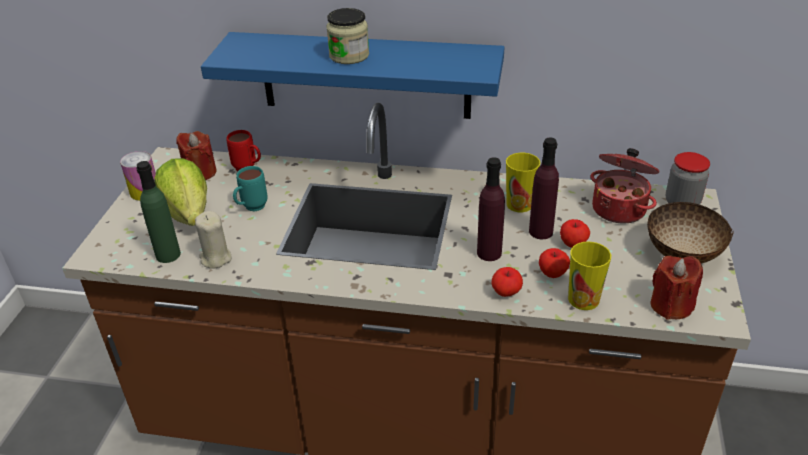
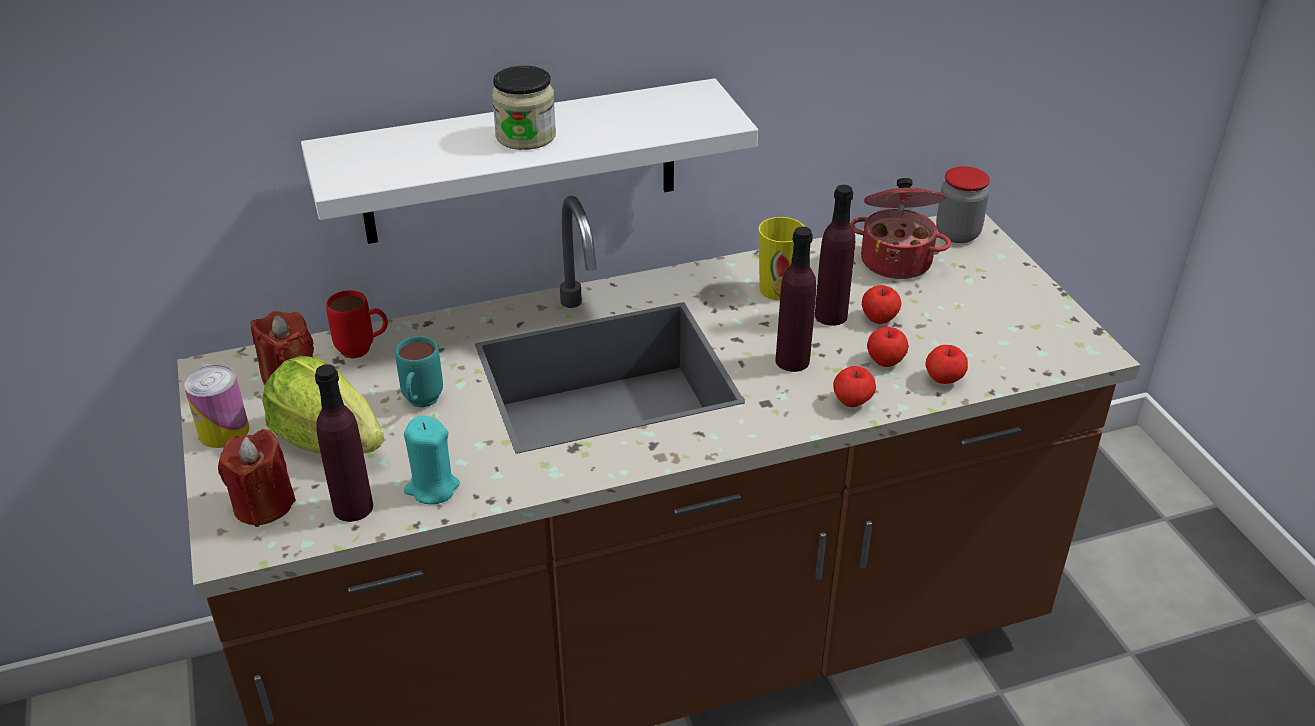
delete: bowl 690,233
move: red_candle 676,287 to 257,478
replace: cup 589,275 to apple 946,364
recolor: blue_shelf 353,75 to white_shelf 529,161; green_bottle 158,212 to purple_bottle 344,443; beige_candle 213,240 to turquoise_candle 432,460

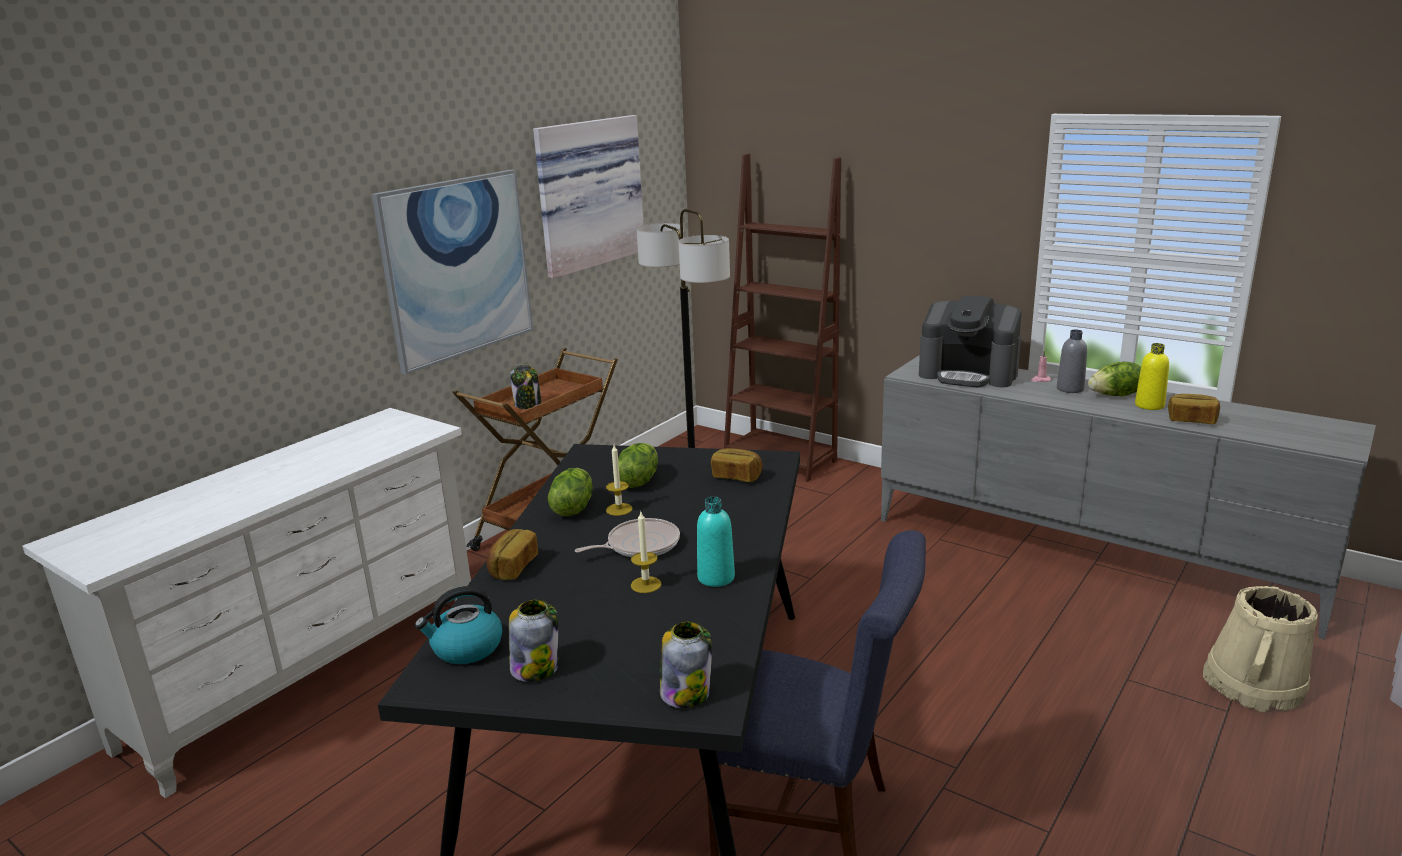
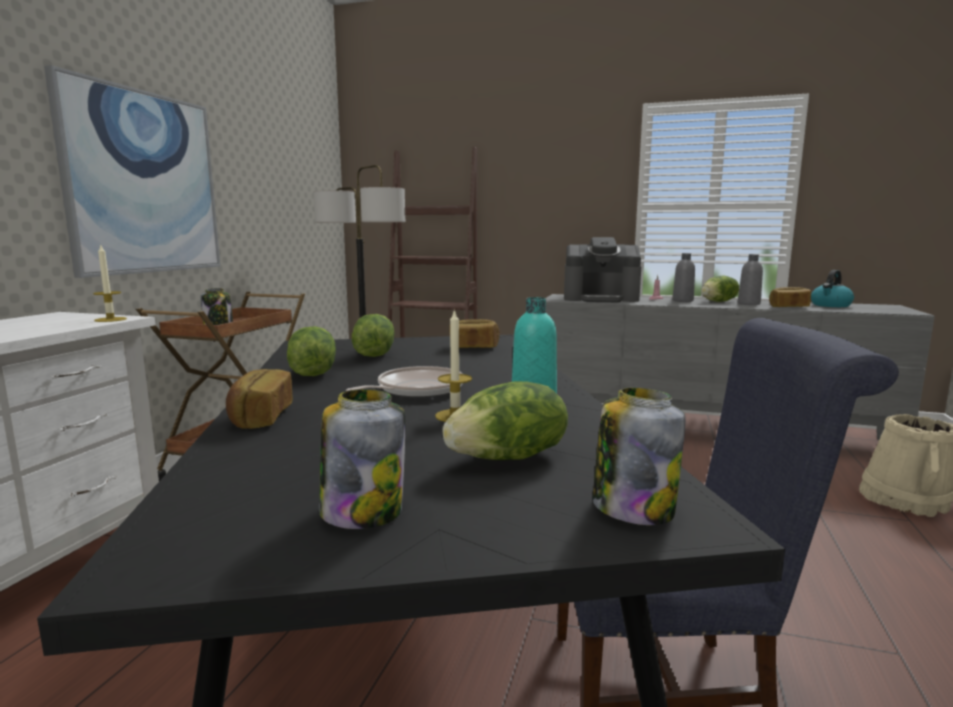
delete: picture 588,197
insert: lettuce 505,420
move: candle 619,480 to 110,283; kettle 458,625 to 832,288
recolor: yellow_bottle 1152,376 to grey_bottle 750,279

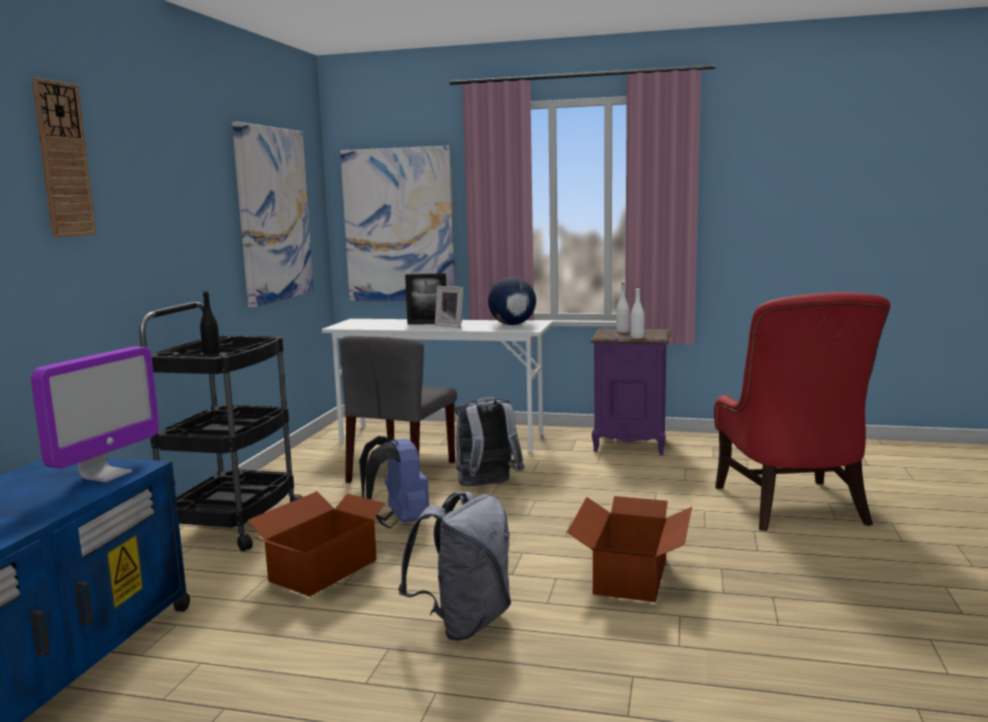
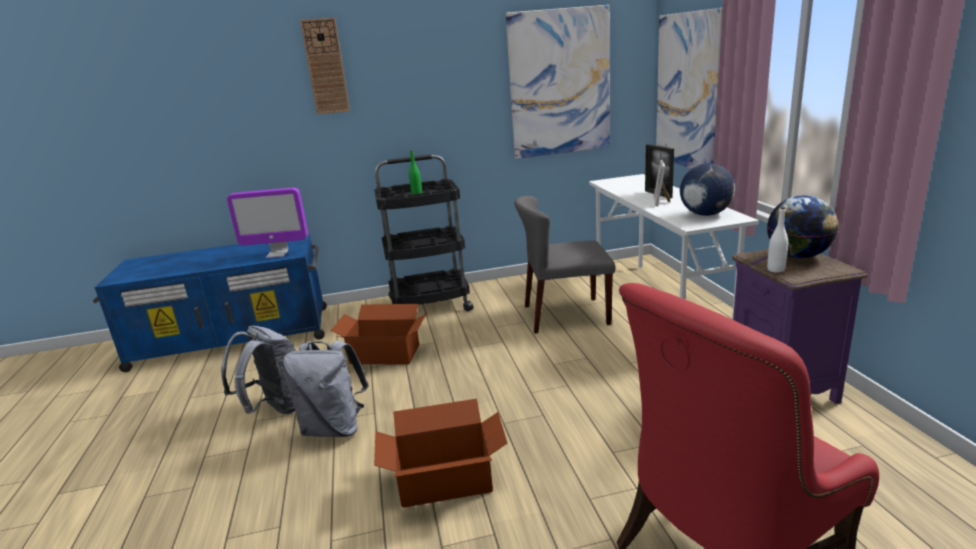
delete: blue_backpack 395,481
move: grey_backpack 490,441 to 258,370
replace: white_bottle 622,308 to globe 802,226
recolor: black_bottle 210,323 to green_bottle 415,172

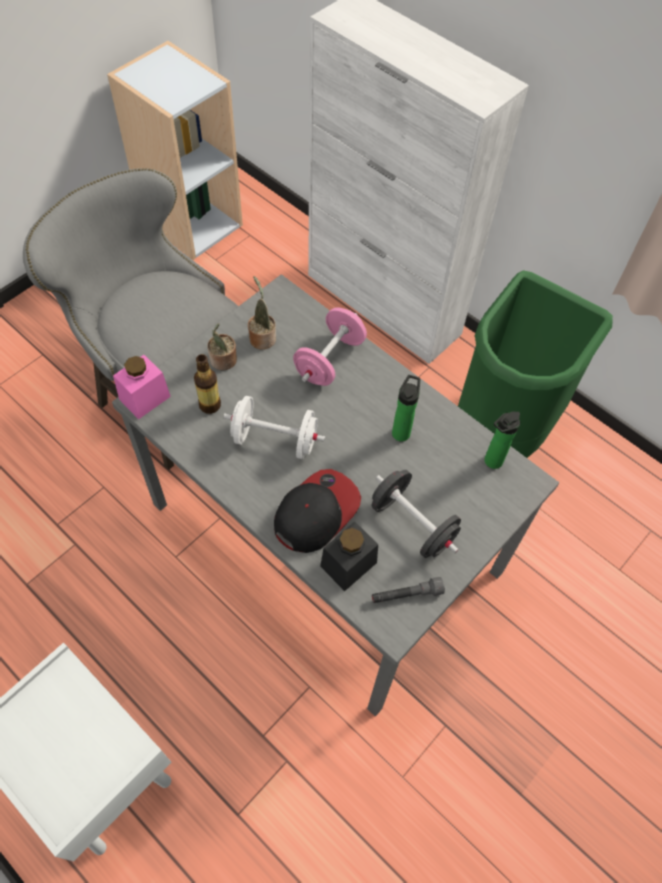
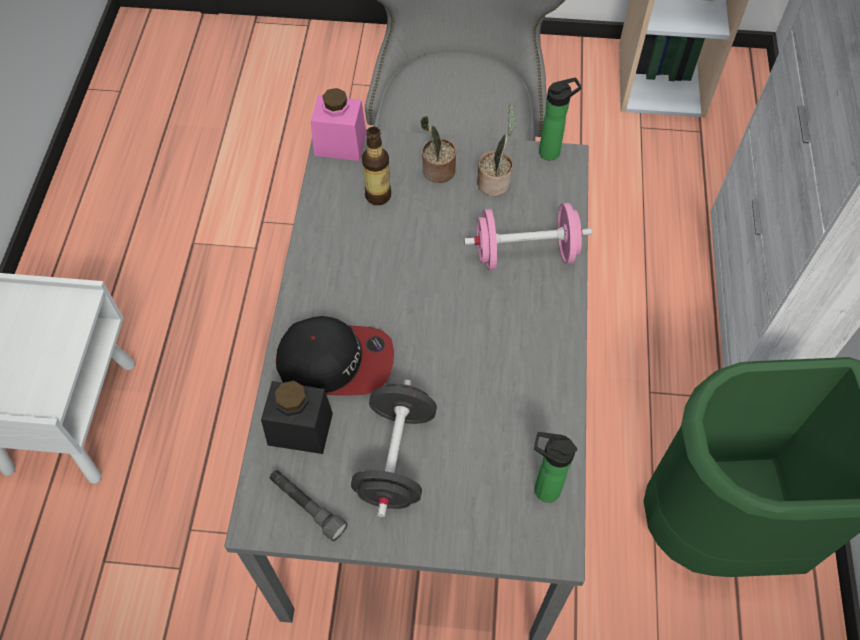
delete: white_dumbbell 274,427
move: bottle 406,408 to 560,119

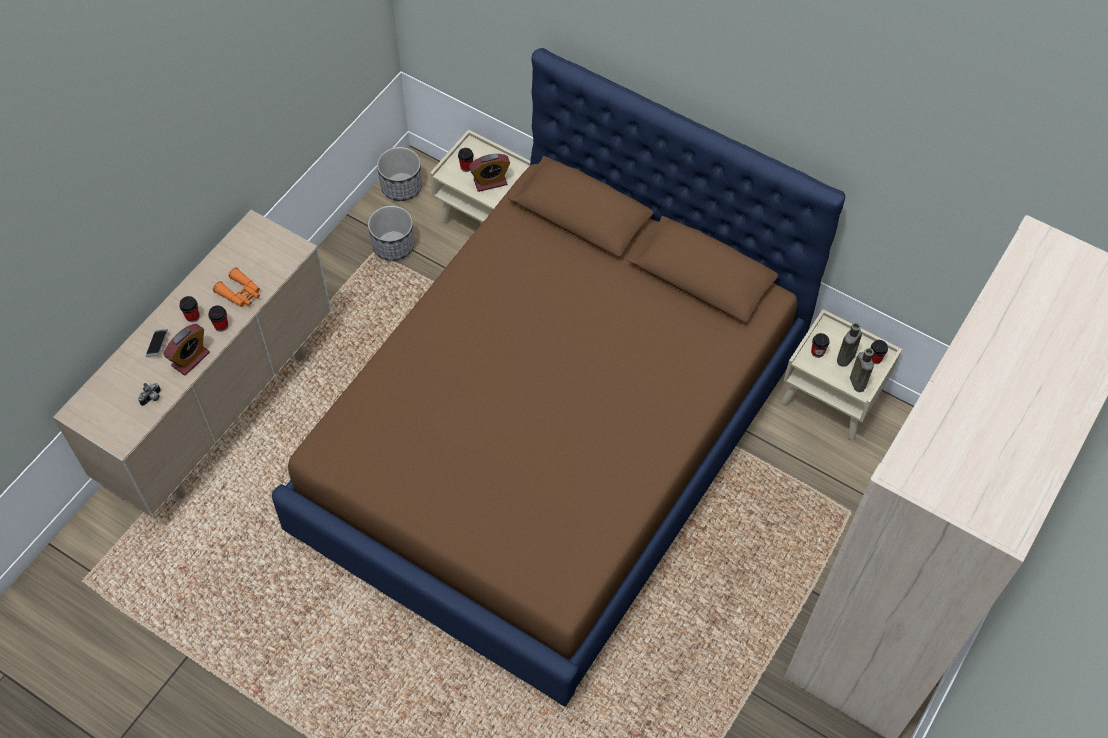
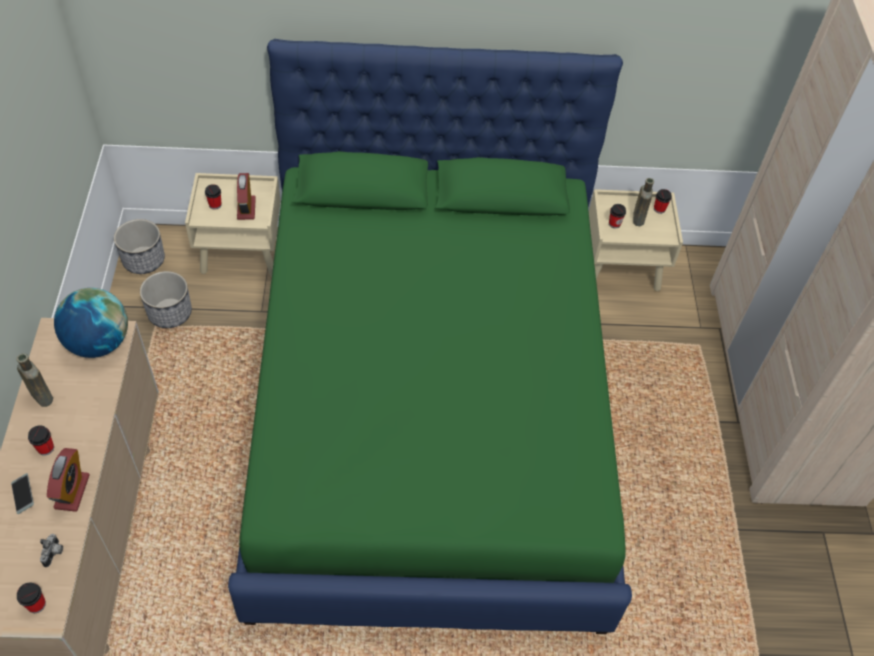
delete: orange_binoculars 236,287
insert: globe 91,323
move: cup 218,319 to 31,598; brown_bottle 862,370 to 35,380
recolor: brown_bed 558,377 to green_bed 430,336
rotate: alarm_clock 489,173 = 246,196 135 degrees clockwise

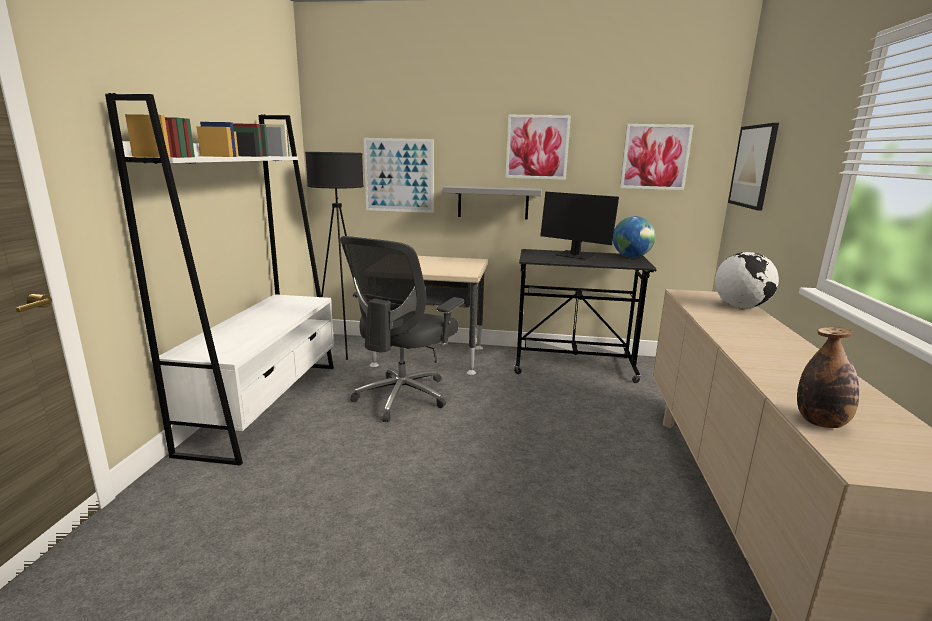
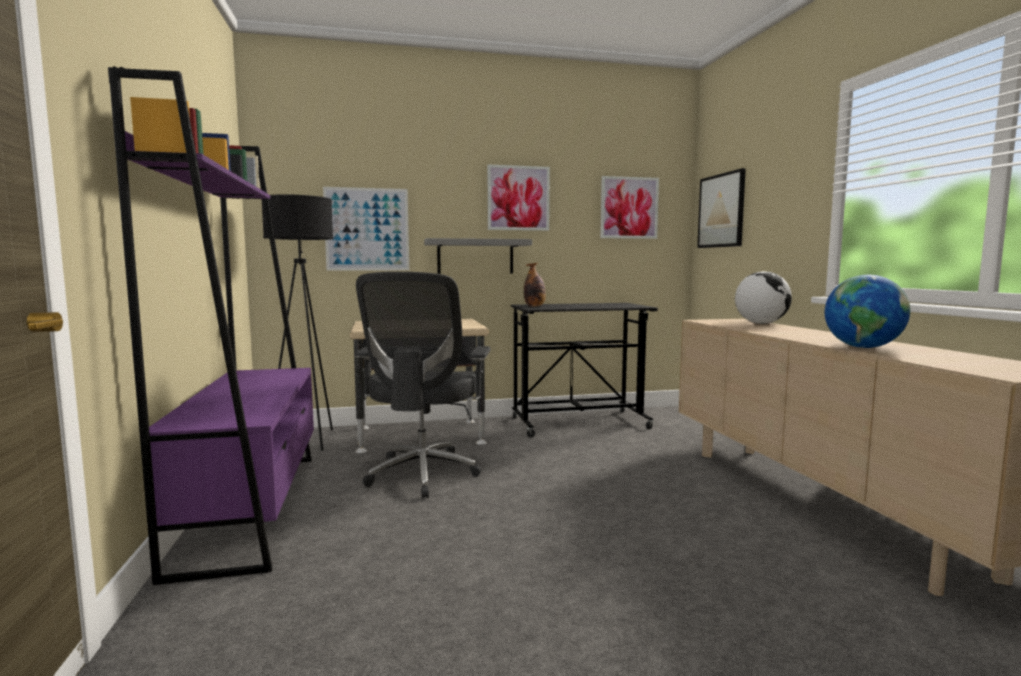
delete: monitor 579,226
move: globe 634,237 to 867,311; bottle 828,377 to 535,285
recolor: white_bookcase 219,279 to purple_bookcase 211,326

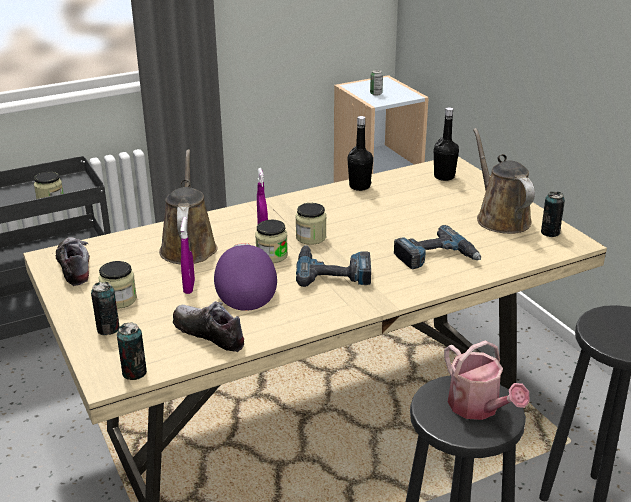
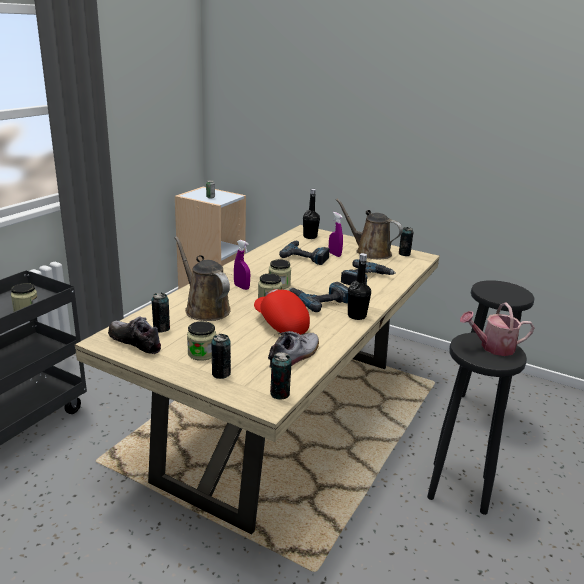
insert: power_drill 304,253; can 161,313
move: black_bottle 360,153 to 359,286; purple_spray_bottle 187,255 to 335,234
recolor: purple_cap 245,277 to red_cap 282,312
rotate: shoe 208,326 = 293,349 120 degrees clockwise; watering_can 487,380 = 497,329 150 degrees clockwise

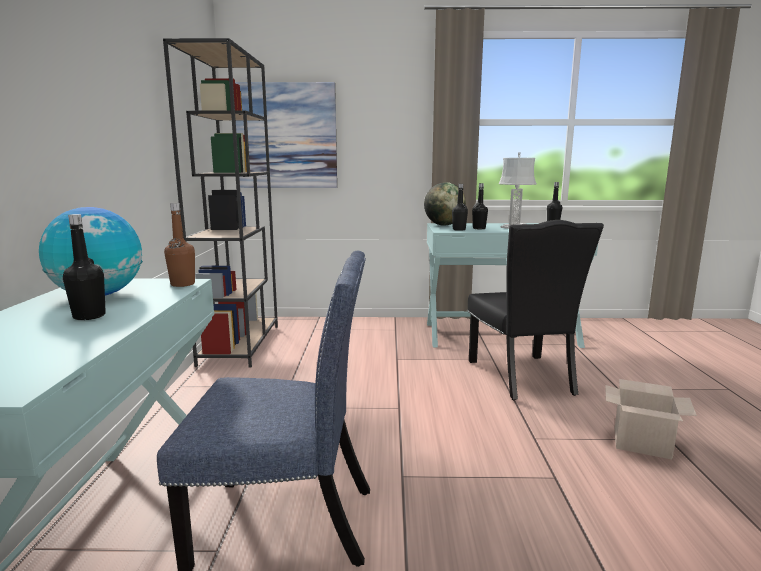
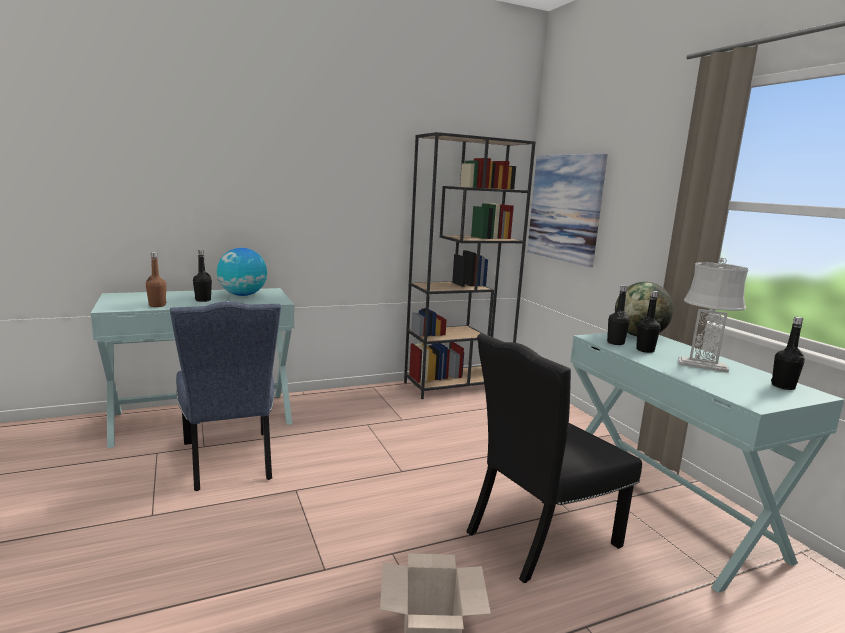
move: brown_bottle 179,245 to 156,279

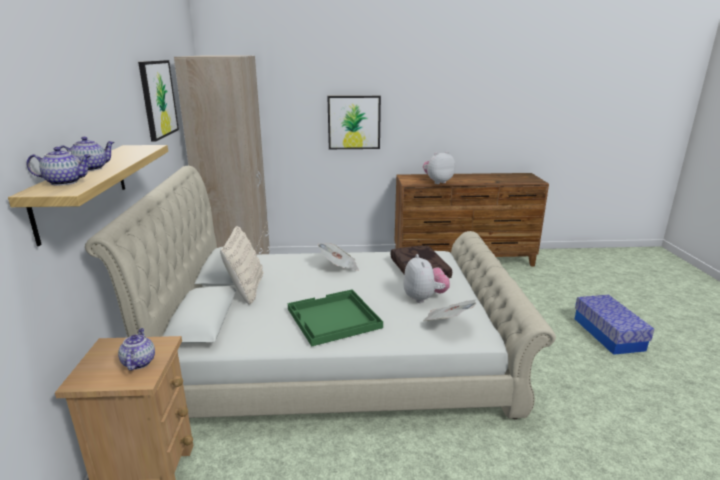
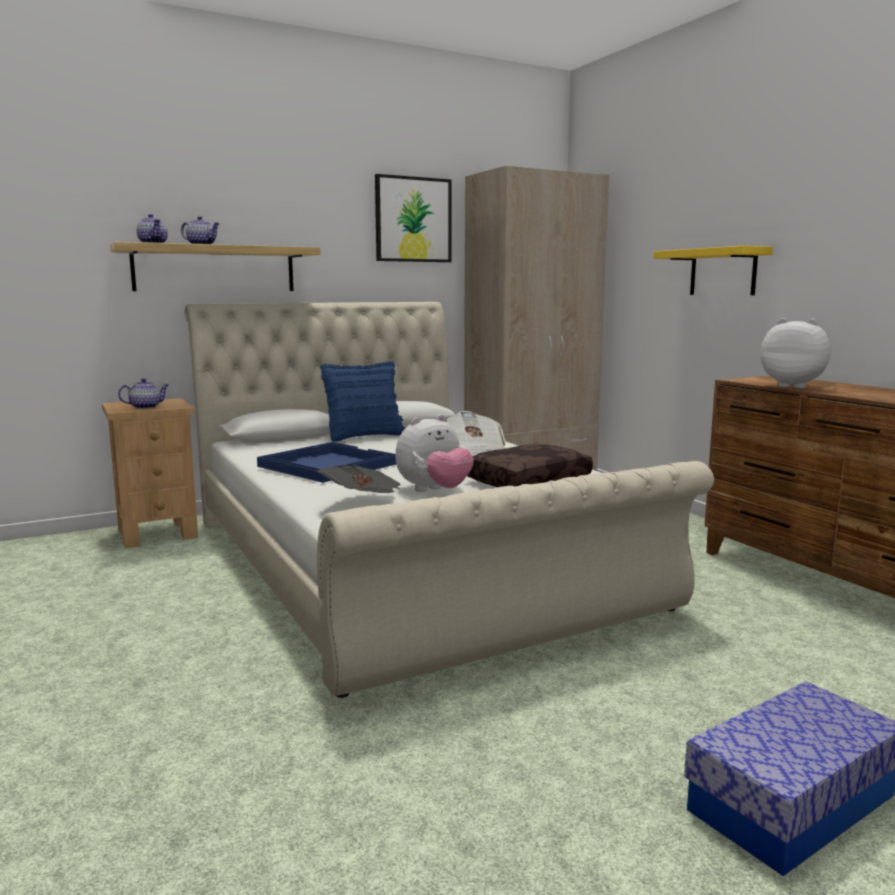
replace: picture 354,122 to yellow_shelf 713,270
recolor: beige_pillow 242,265 to blue_pillow 362,402; green_tray 335,317 to blue_tray 326,462

